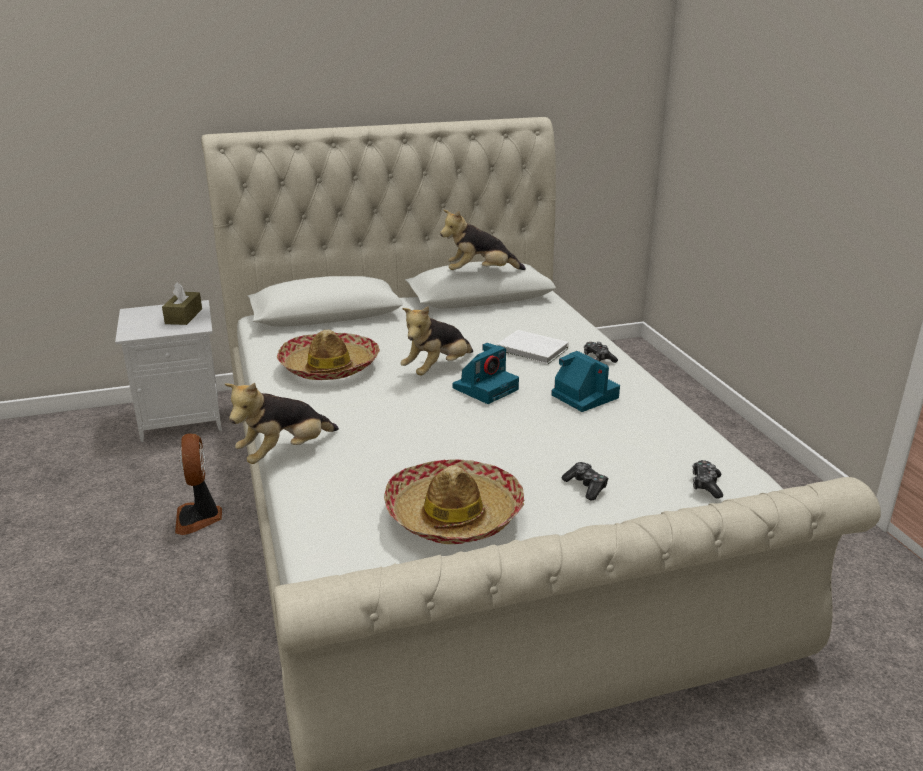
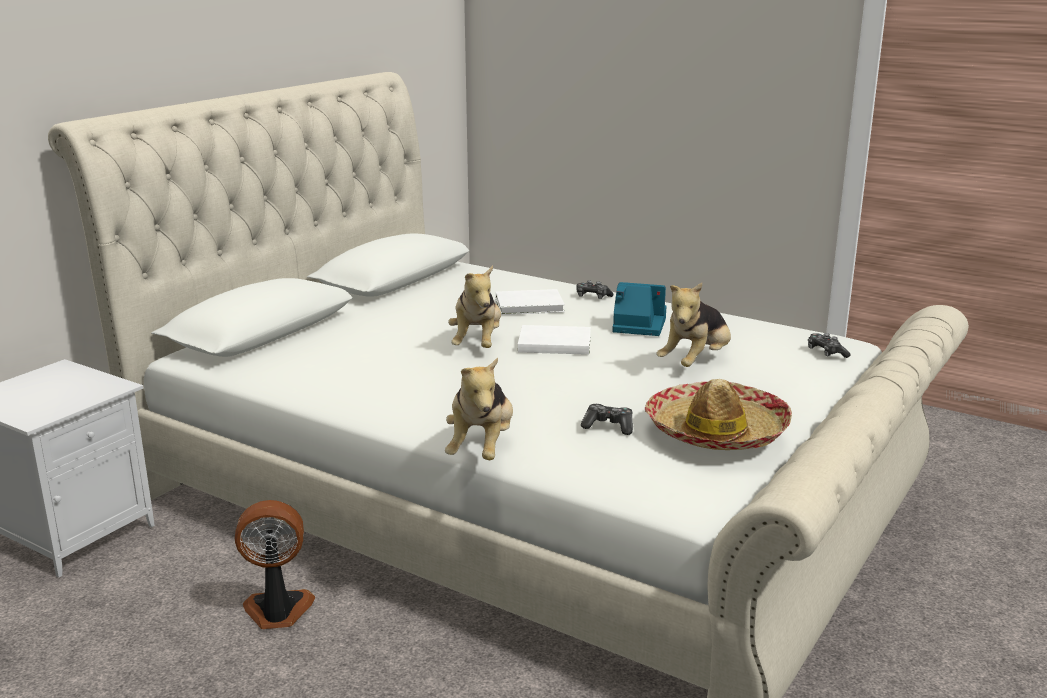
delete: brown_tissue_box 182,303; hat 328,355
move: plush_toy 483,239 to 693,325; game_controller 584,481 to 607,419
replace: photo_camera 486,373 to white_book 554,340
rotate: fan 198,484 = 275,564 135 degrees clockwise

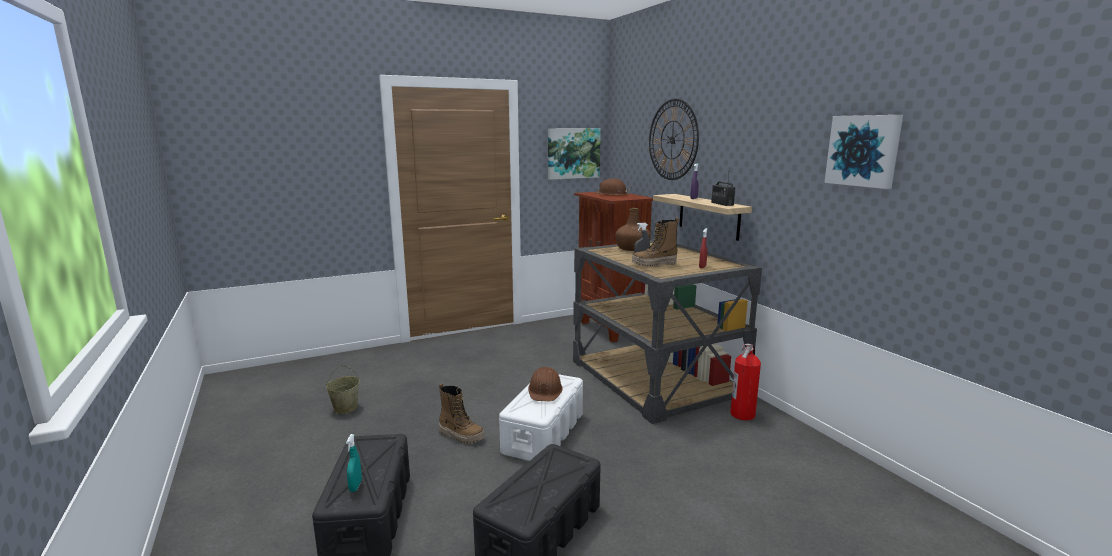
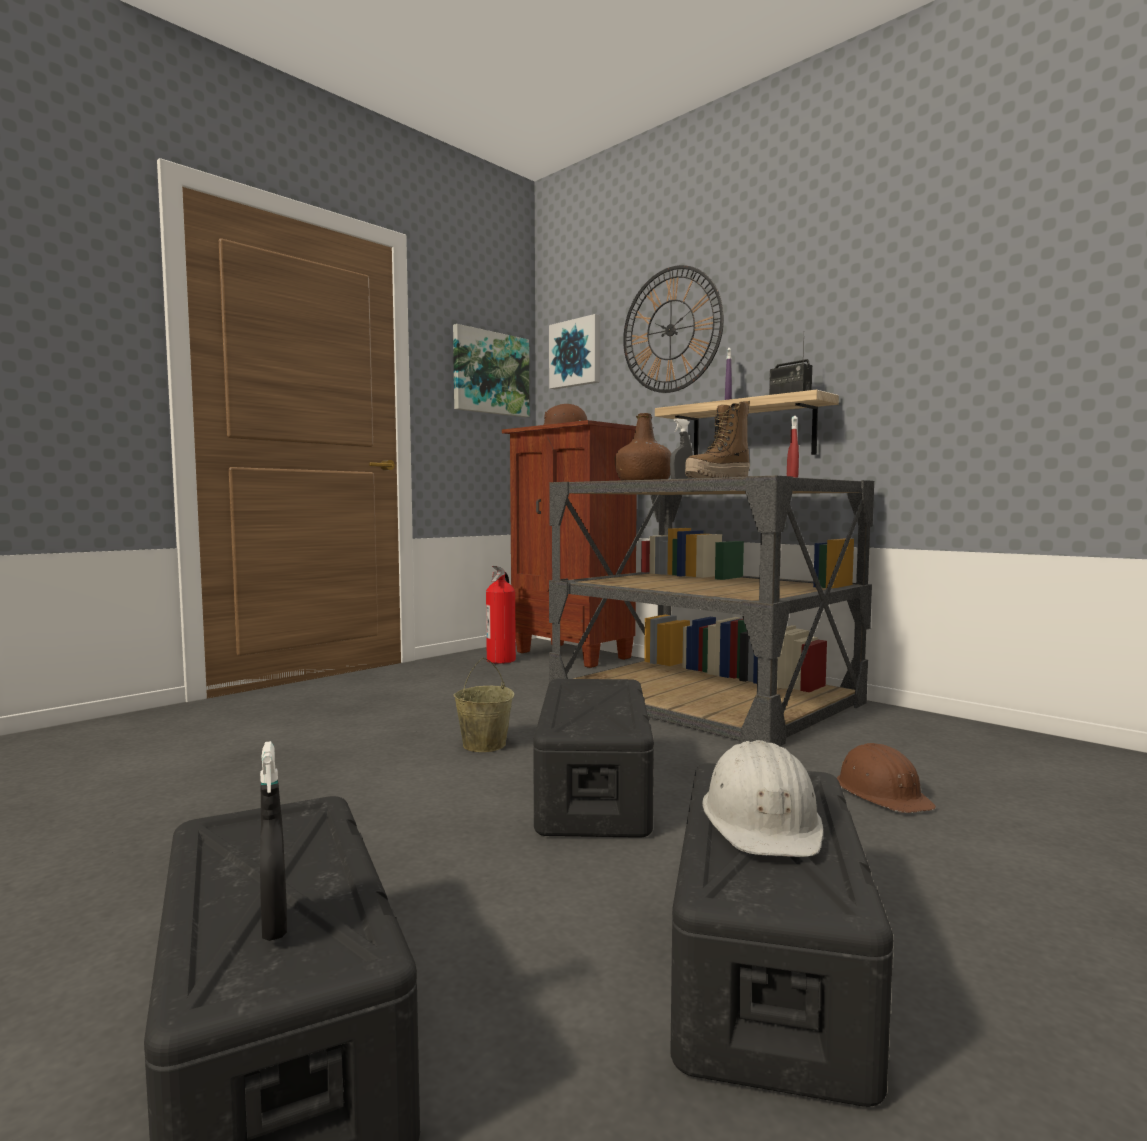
delete: boot 462,413
insert: white_hard_hat 762,797
move: picture 863,152 to 574,351; fire_extinguisher 745,382 to 501,615; beige_bucket 343,389 to 483,705; brown_hard_hat 545,384 to 886,778
recolor: white_storage_box 541,417 to black_storage_box 593,758; turquoise_spray_bottle 354,463 to black_spray_bottle 273,841

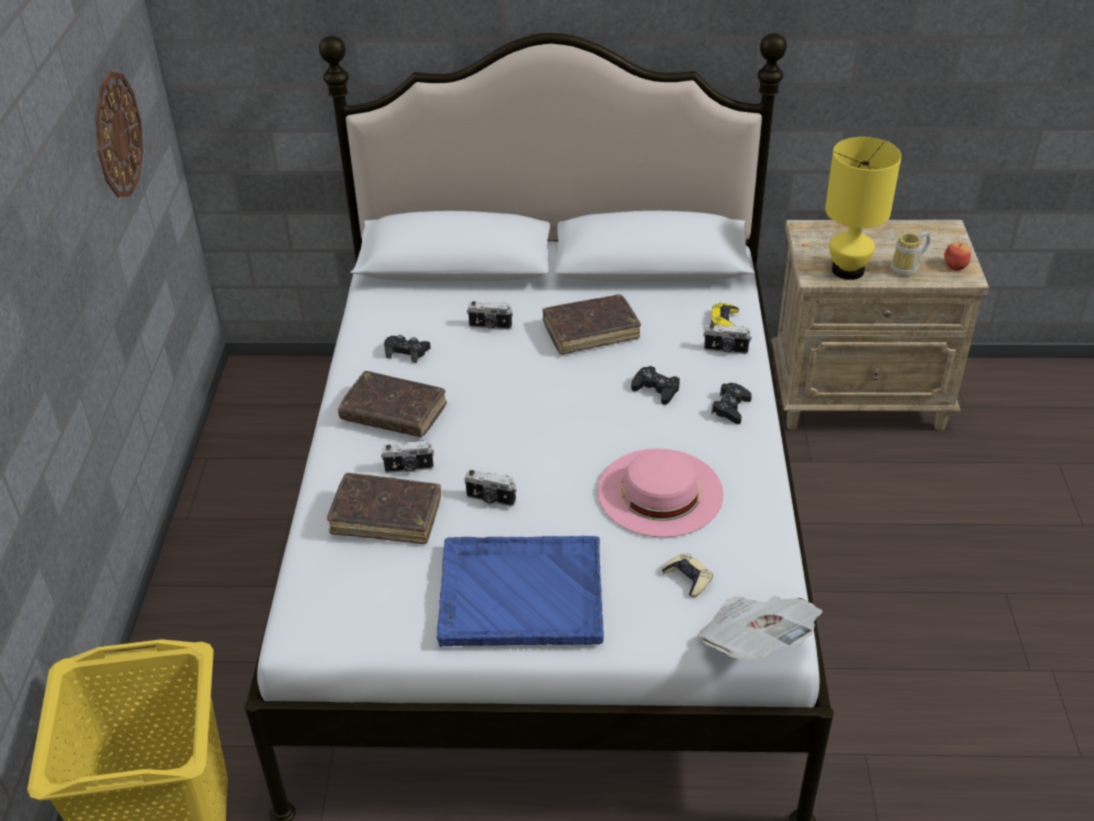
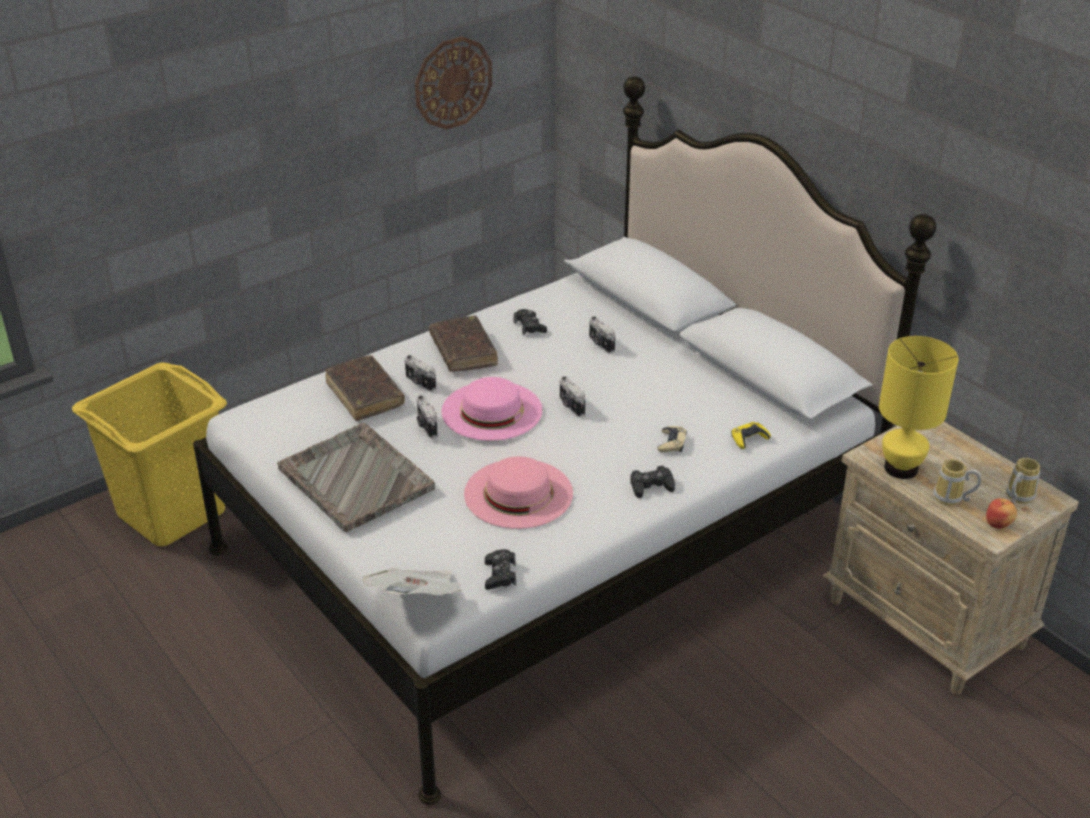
delete: brown_book 591,324
insert: pink_hat 491,409; mug 1023,481
move: photo_camera 727,339 to 572,396; black_game_controller 655,385 to 500,569; beige_game_controller 687,575 to 672,439
recolor: blue_tray 520,591 to grey_tray 356,477

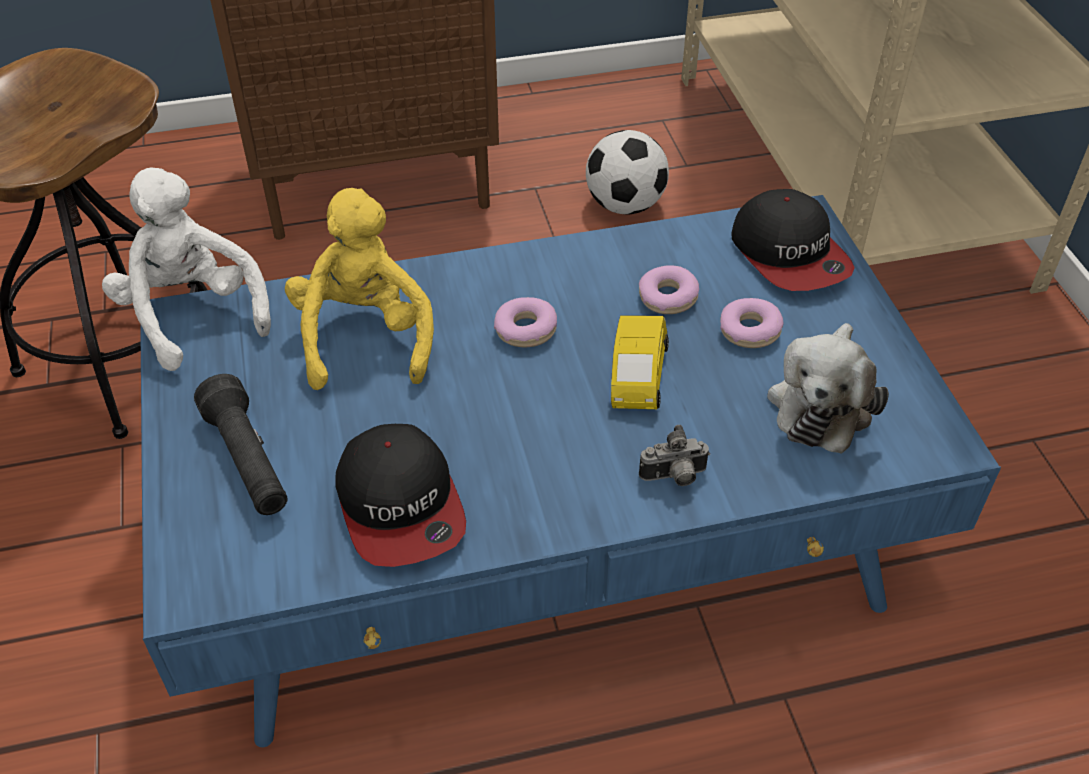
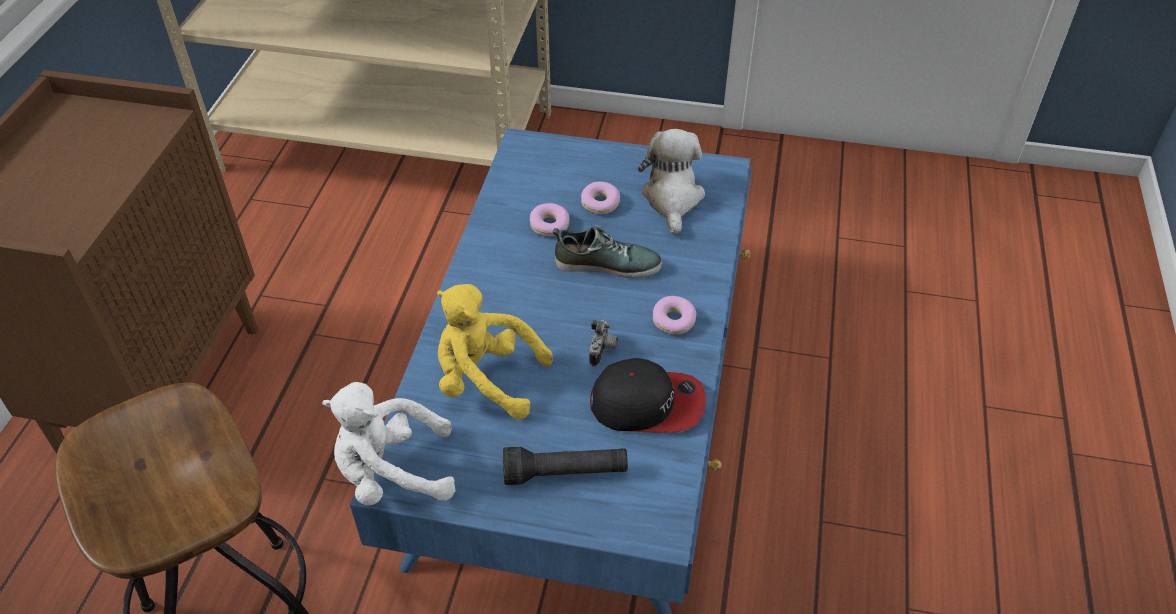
delete: football 627,172; cap 793,240
move: donut 525,322 to 675,315; photo_camera 674,455 to 603,343
replace: yellow_toy_car 640,362 to shoe 607,251
rotate: plush_toy 828,388 = 671,182 135 degrees counterclockwise

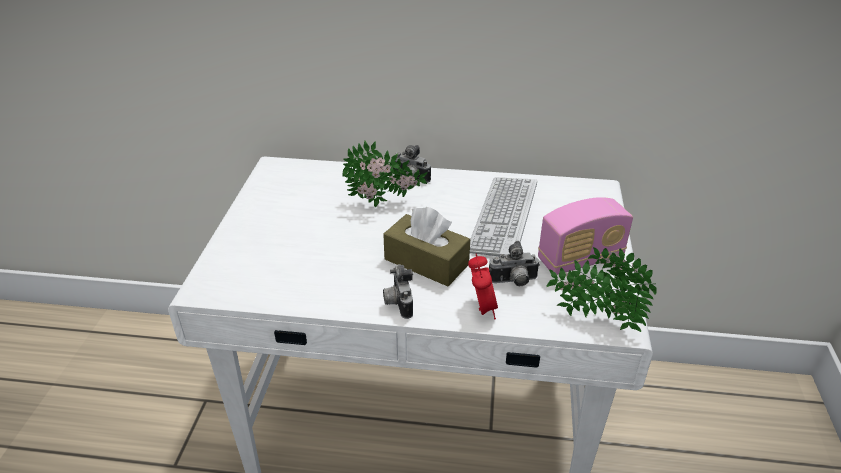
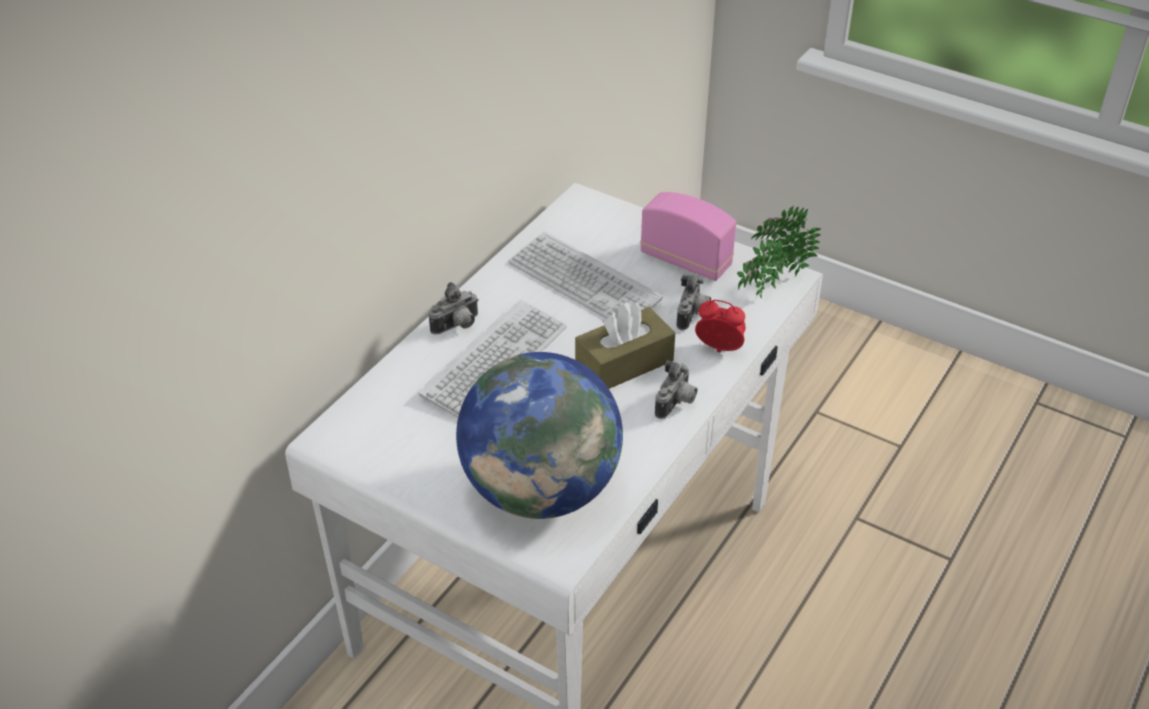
insert: globe 539,435
replace: potted_plant 385,173 to keyboard 493,359
rotate: radio 585,236 = 688,236 60 degrees counterclockwise; photo_camera 398,292 = 676,389 75 degrees counterclockwise

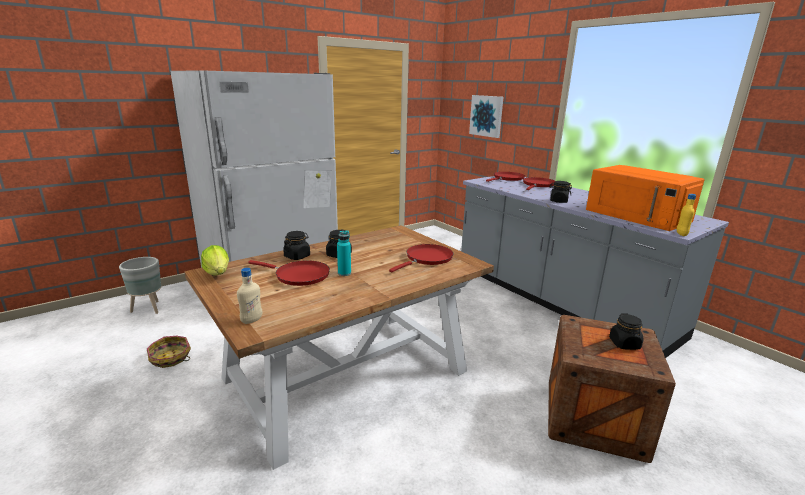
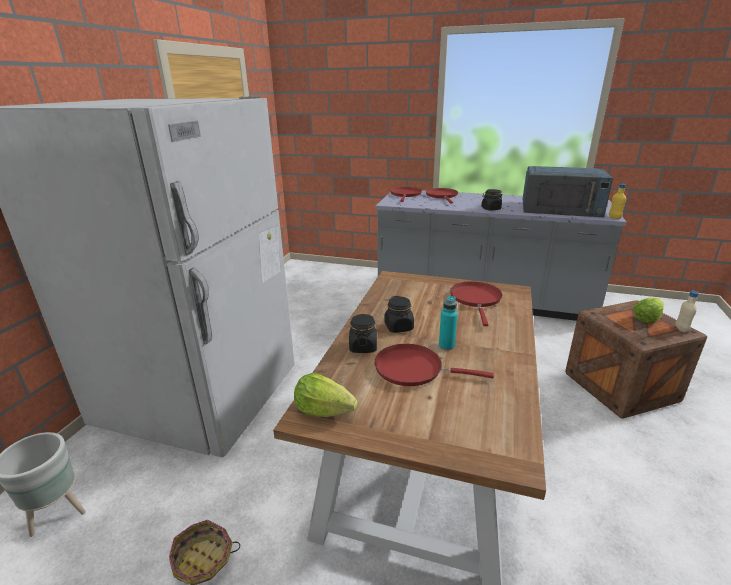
delete: picture 486,116
move: beige_bottle 249,296 to 687,312
replace: black_jar 626,331 to lettuce 648,310
recolor: orange_microwave 645,198 to blue_microwave 568,191
rotate: red_frying_pan 289,273 = 434,365 150 degrees counterclockwise

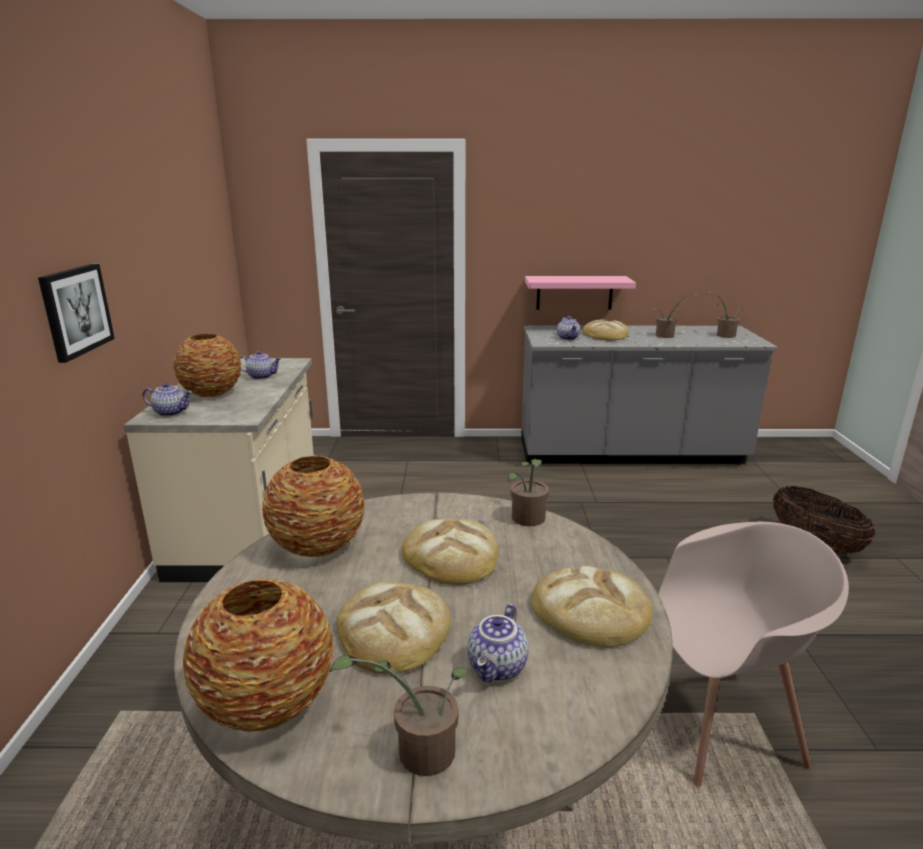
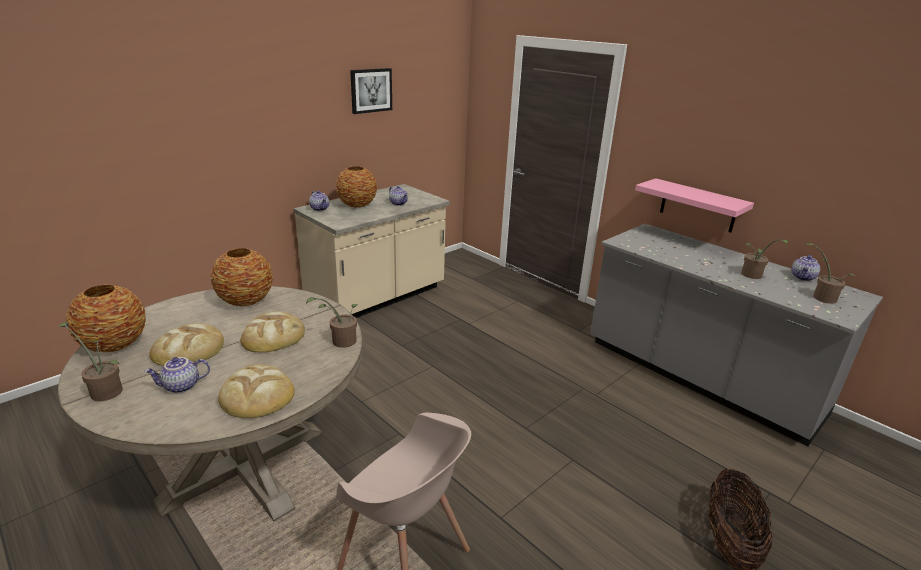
delete: bread 605,330
move: picture 76,313 to 371,91; teapot 568,328 to 805,268

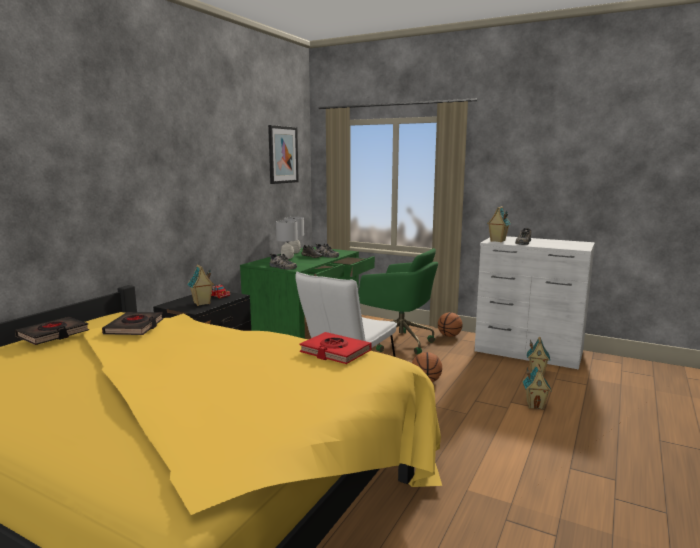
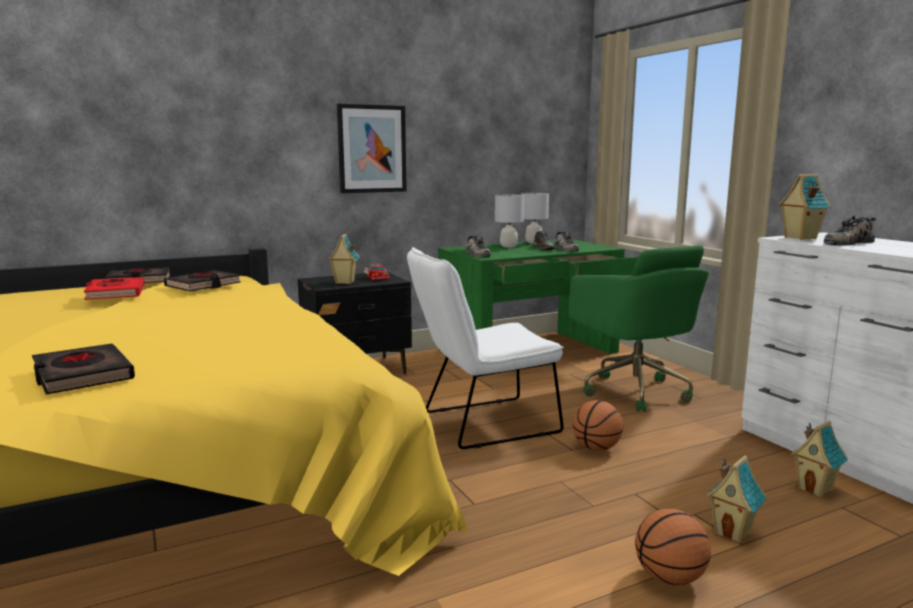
insert: black_book 83,369
move: picture 283,154 to 372,148; basketball 450,324 to 673,547; red_book 335,348 to 114,288

